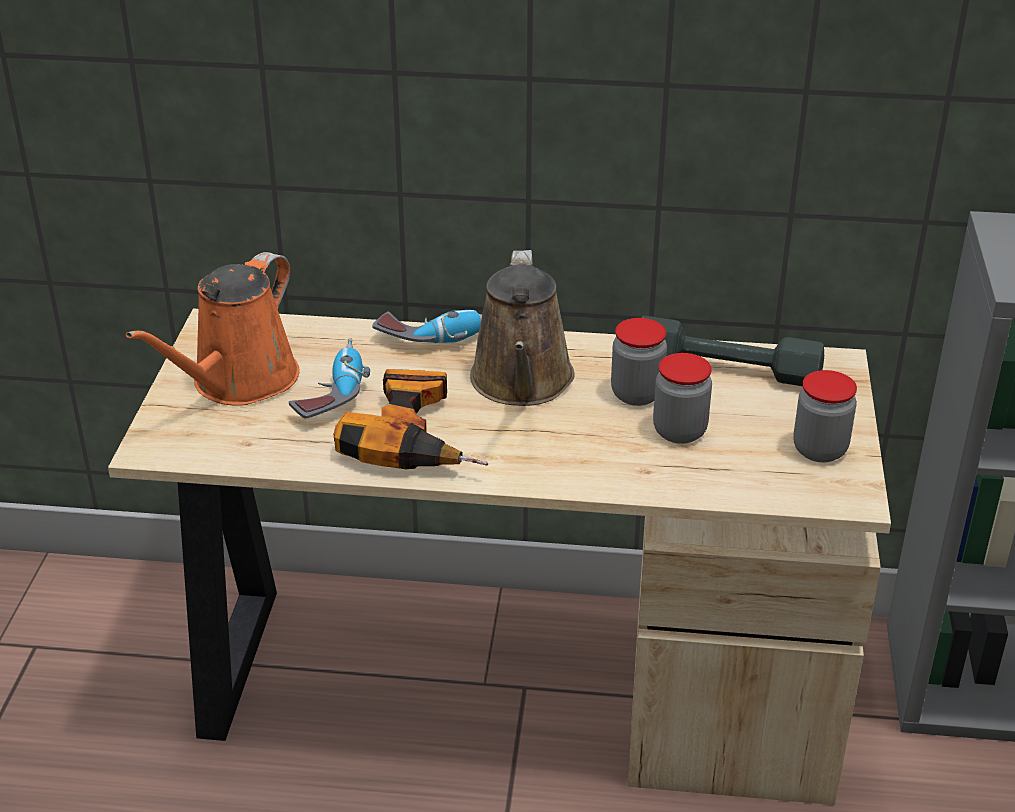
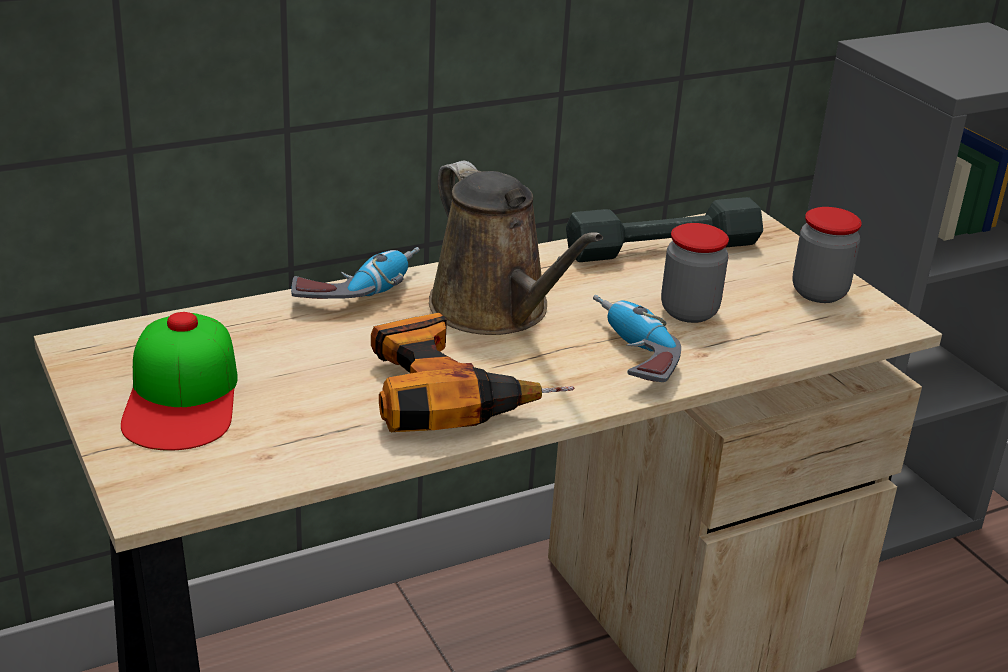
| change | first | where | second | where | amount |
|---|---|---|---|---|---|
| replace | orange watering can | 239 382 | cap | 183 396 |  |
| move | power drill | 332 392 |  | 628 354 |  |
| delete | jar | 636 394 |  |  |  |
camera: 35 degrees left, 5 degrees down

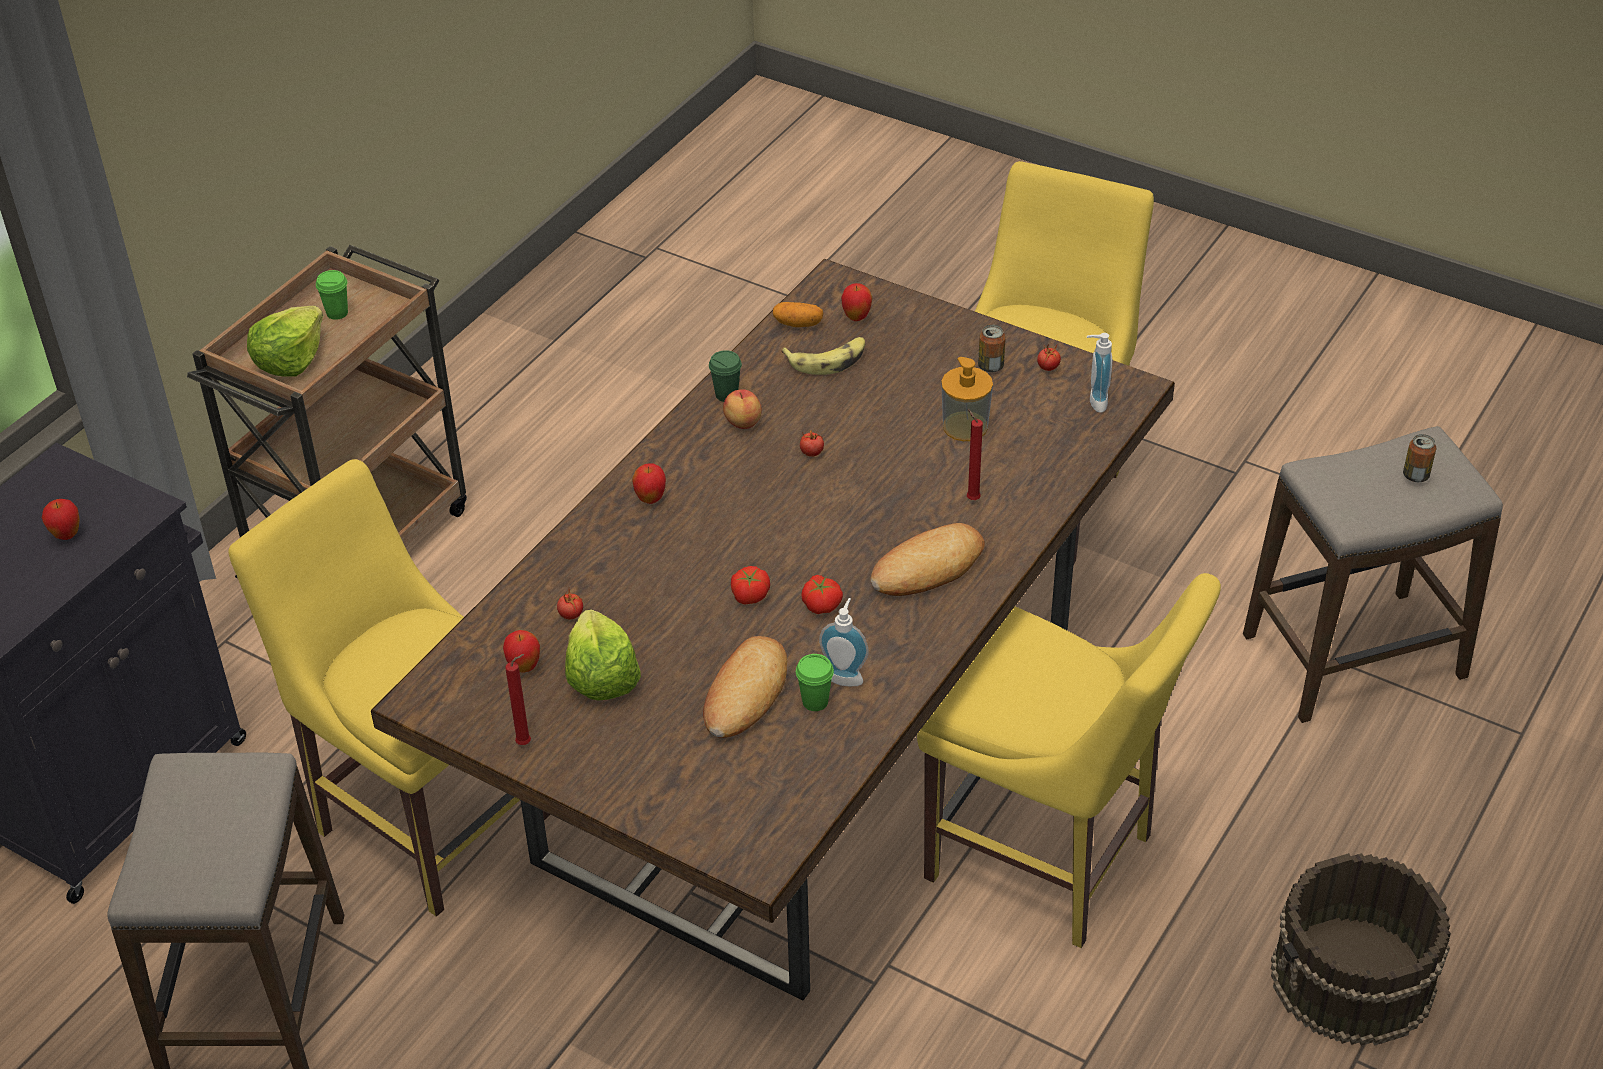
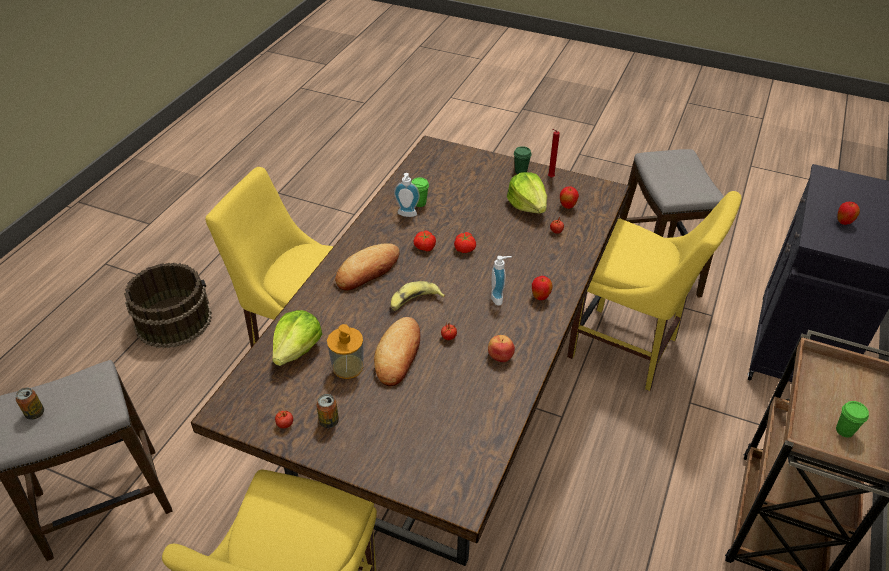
| change | first | where | second | where | amount |
|---|---|---|---|---|---|
| move | lettuce | 290 359 |  | 297 350 |  |
| move | bread | 745 694 |  | 398 355 |  |
| move | banana | 828 360 |  | 414 301 |  |
| move | soap dispenser | 1094 401 |  | 499 297 |  |
| move | green cup | 726 395 |  | 521 171 |  |
| delete | potato | 798 324 |  |  |  |
| delete | apple | 856 317 |  |  |  |
| delete | red candle | 971 498 |  |  |  |
camera: 170 degrees right, 0 degrees up

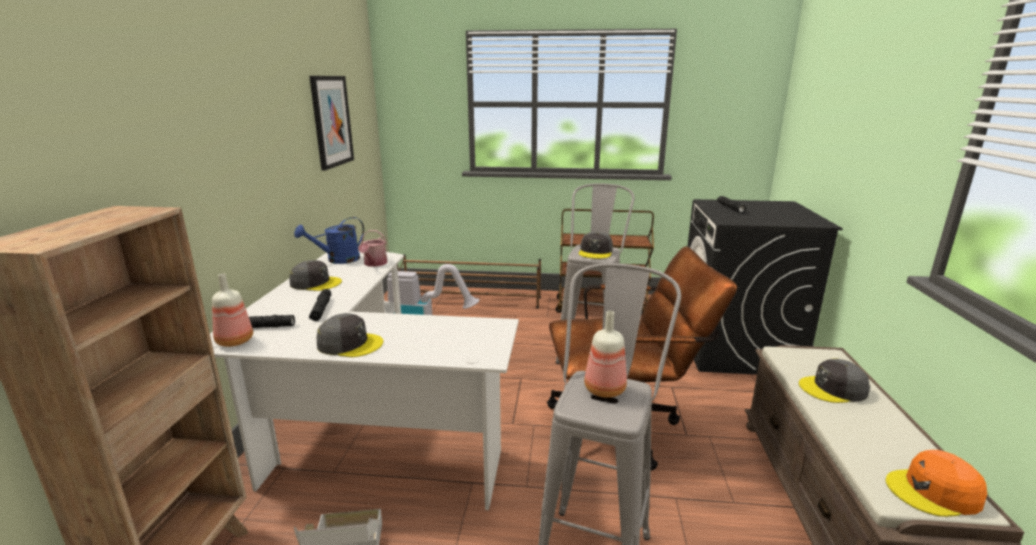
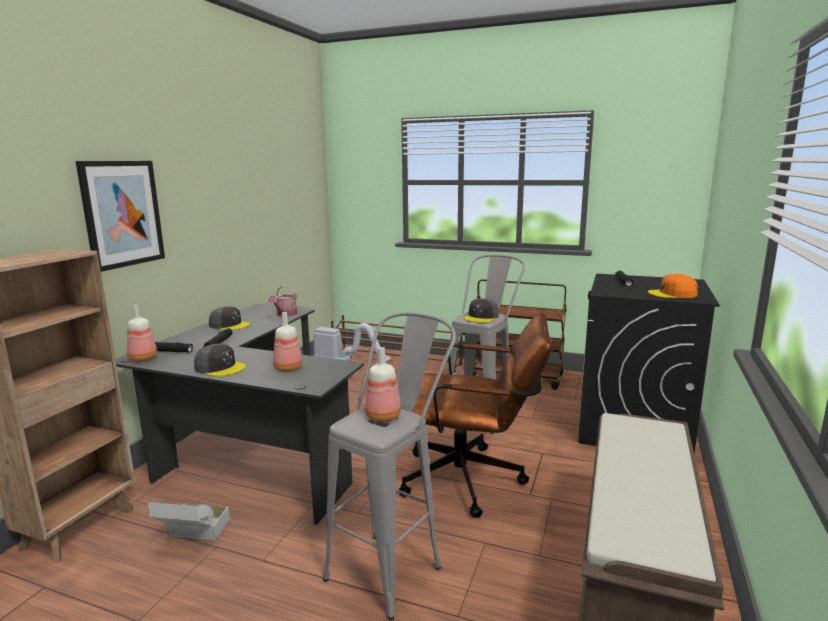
| change | first | where | second | where | amount |
|---|---|---|---|---|---|
| move | picture | 331 121 |  | 122 214 |  |
| recolor | white desk | 363 428 | black desk | 252 450 |  |
| insert |  |  | bottle | 287 369 |  |
| move | orange cap | 934 492 |  | 672 294 |  |
| delete | blue watering can | 338 260 |  |  |  |
| delete | grey cap | 833 389 |  |  |  |
camera: 15 degrees right, 5 degrees down

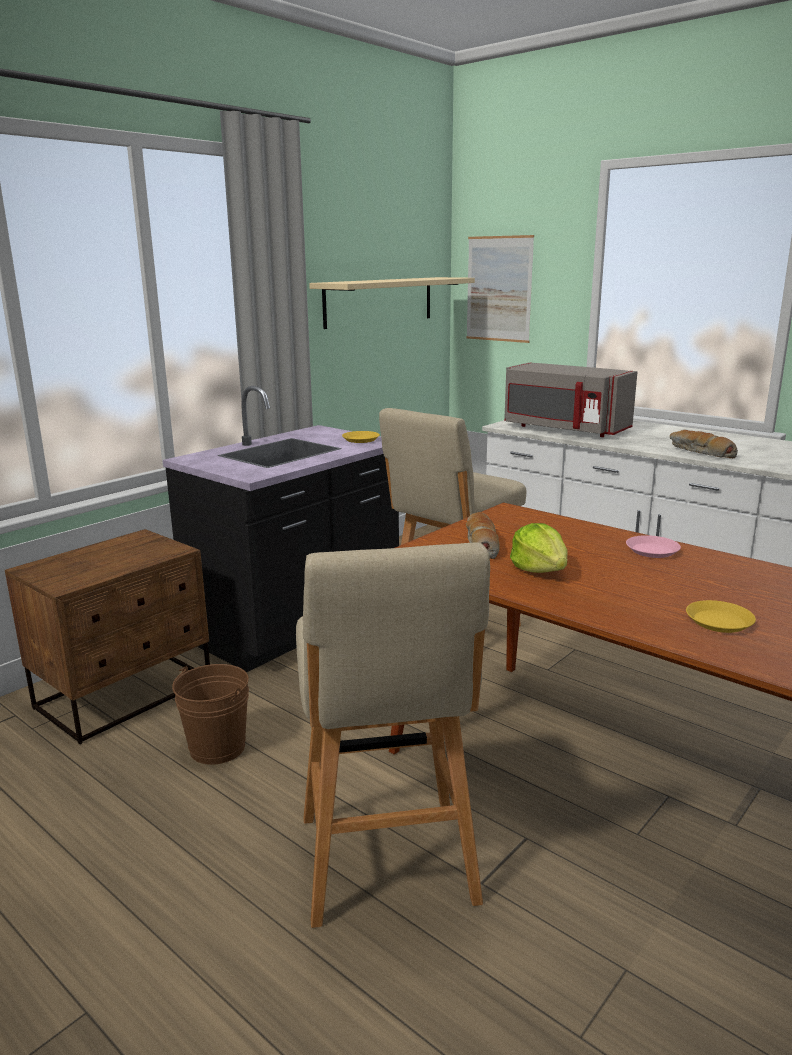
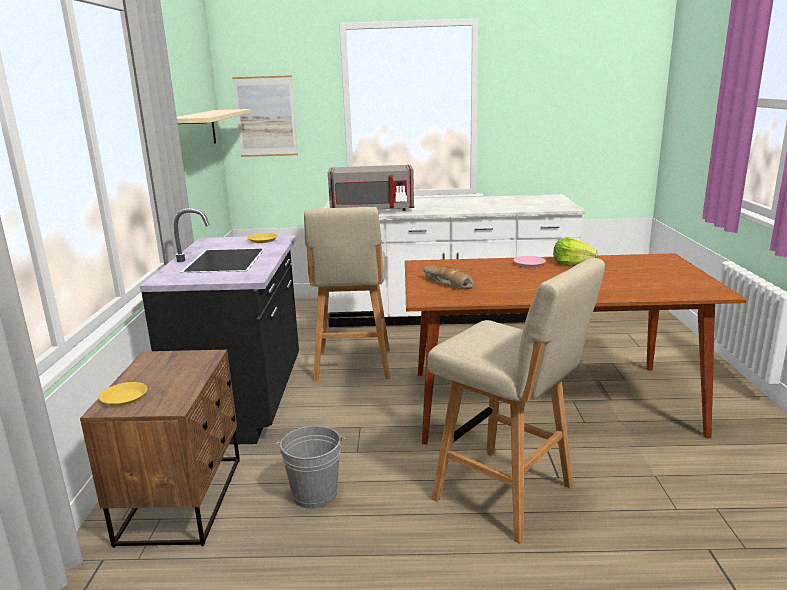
| change | first | where | second | where | amount |
|---|---|---|---|---|---|
| move | yellow plate | 719 621 |  | 124 397 |  |
| recolor | brown bucket | 217 748 | grey bucket | 314 494 |  |
| move | lettuce | 540 569 |  | 572 263 |  |
| delete | bread | 700 452 |  |  |  |
camera: 40 degrees left, 0 degrees up

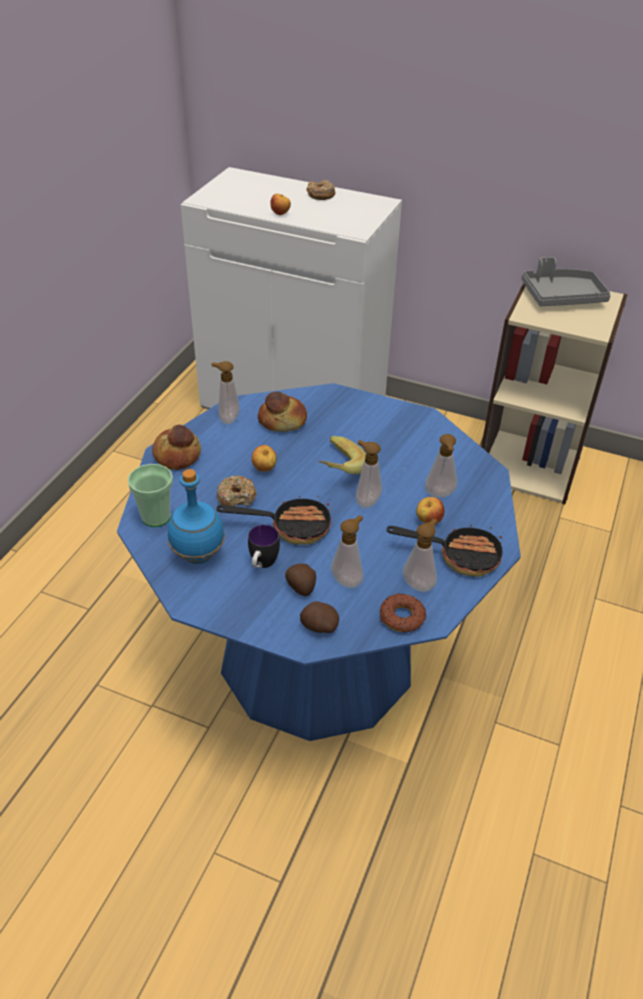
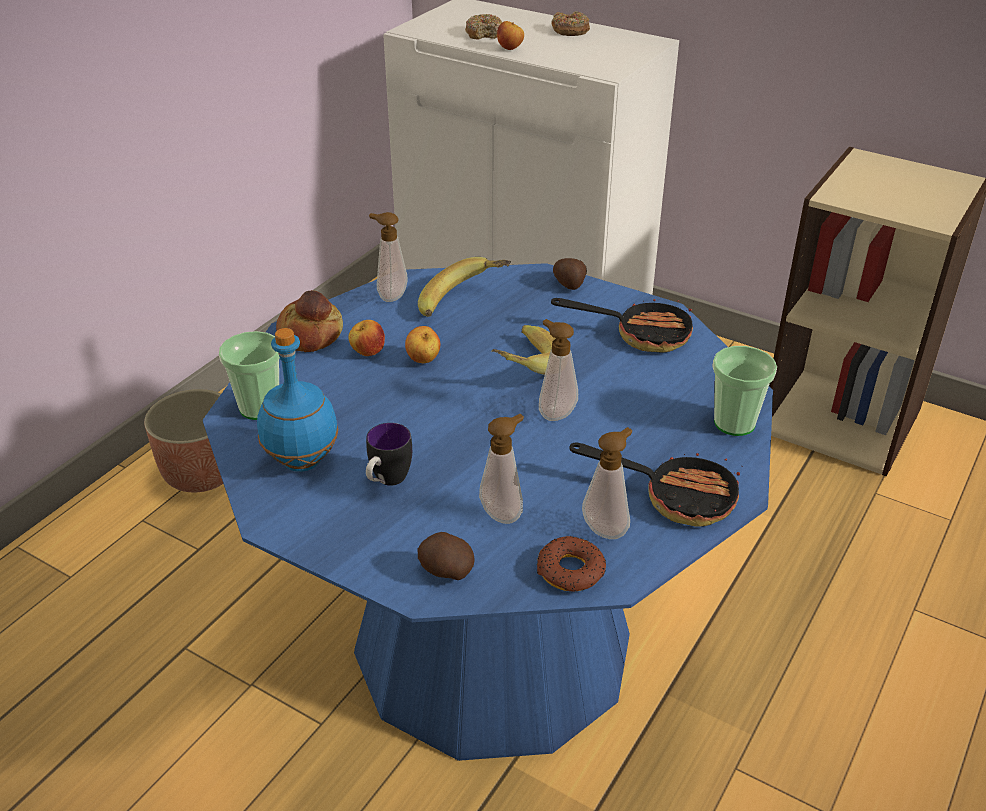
| change | first | where | second | where | amount |
|---|---|---|---|---|---|
| insert |  |  | planter | 202 473 |  |
| move | apple | 428 521 |  | 368 353 |  |
| replace | bread | 282 421 | banana | 464 304 |  |
| move | donut | 236 497 |  | 484 34 |  |
| move | frying pan | 291 526 |  | 641 334 |  |
| move | potato | 301 587 |  | 569 285 |  |
| insert |  |  | cup | 734 423 |  |
| delete | soap dispenser | 440 495 |  |  |  |
| delete | grey tray | 561 297 |  |  |  |
camera: 10 degrees right, 5 degrees down

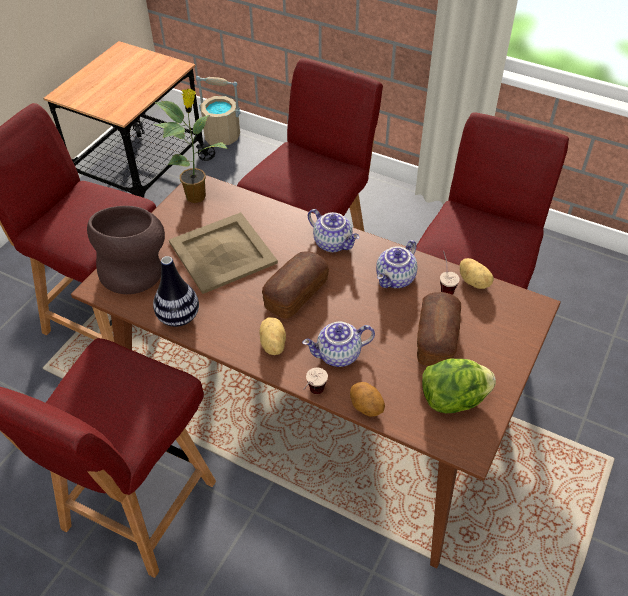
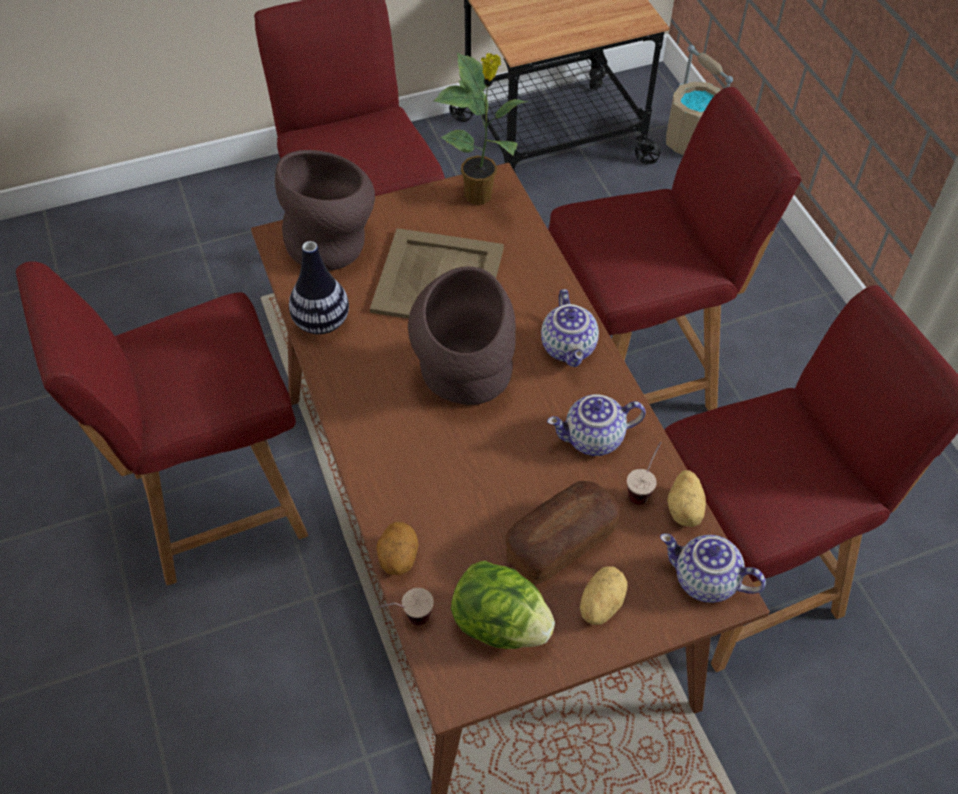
| change | first | where | second | where | amount |
|---|---|---|---|---|---|
| move | cup | 313 395 |  | 406 620 |  |
| replace | bread | 296 293 | brown vase | 464 378 |  |
| move | potato | 272 345 |  | 599 604 |  |
| move | teapot | 338 356 |  | 704 581 |  |
camera: 40 degrees right, 5 degrees up

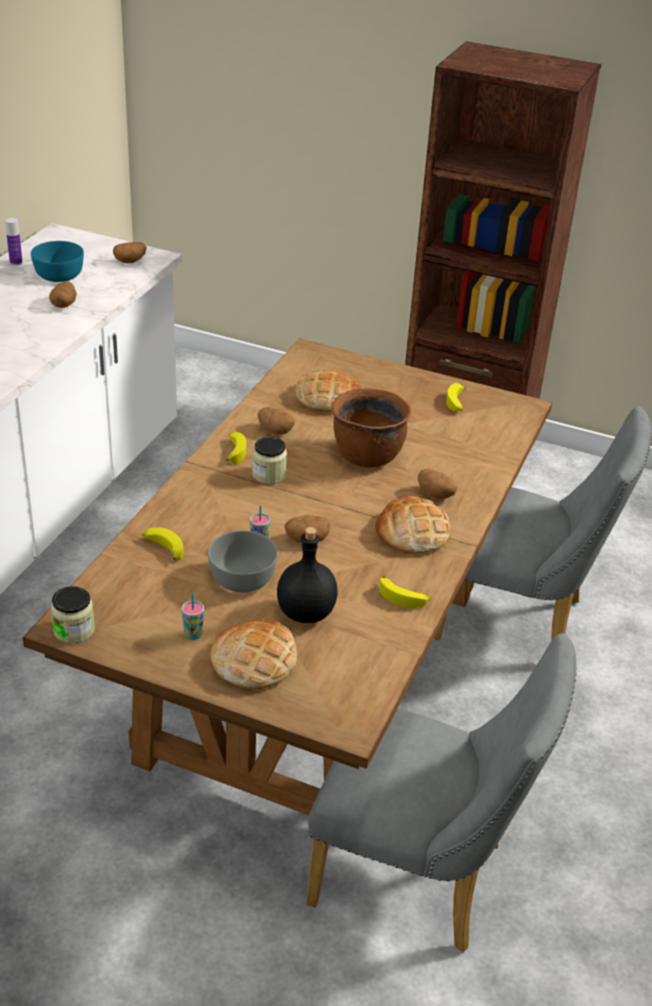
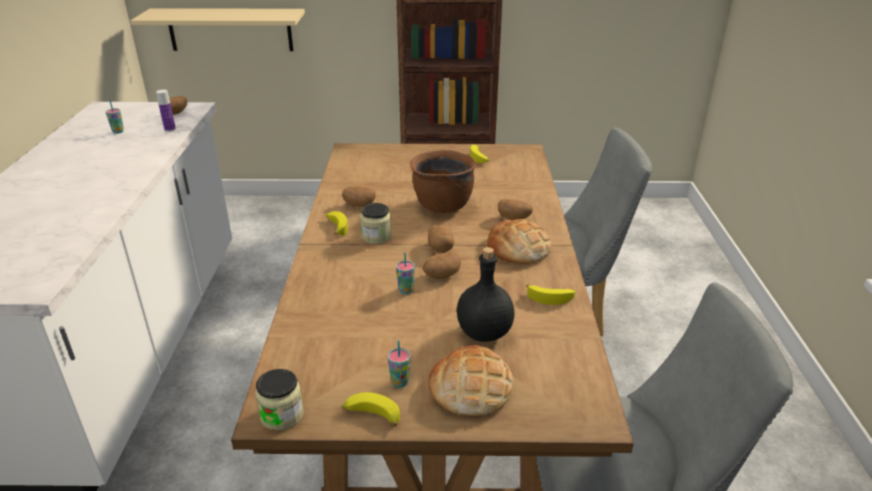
| change | first | where | second | where | amount |
|---|---|---|---|---|---|
| replace | turquoise bowl | 59 274 | cup | 118 132 |  |
| insert |  |  | beige shelf | 230 29 |  |
| move | bottle | 16 262 |  | 170 129 |  |
| move | banana | 163 548 |  | 371 415 |  |
| move | potato | 64 304 |  | 440 248 |  |
| delete | grey bowl | 242 578 |  |  |  |
| delete | bread | 327 397 |  |  |  |
camera: 20 degrees left, 5 degrees down

